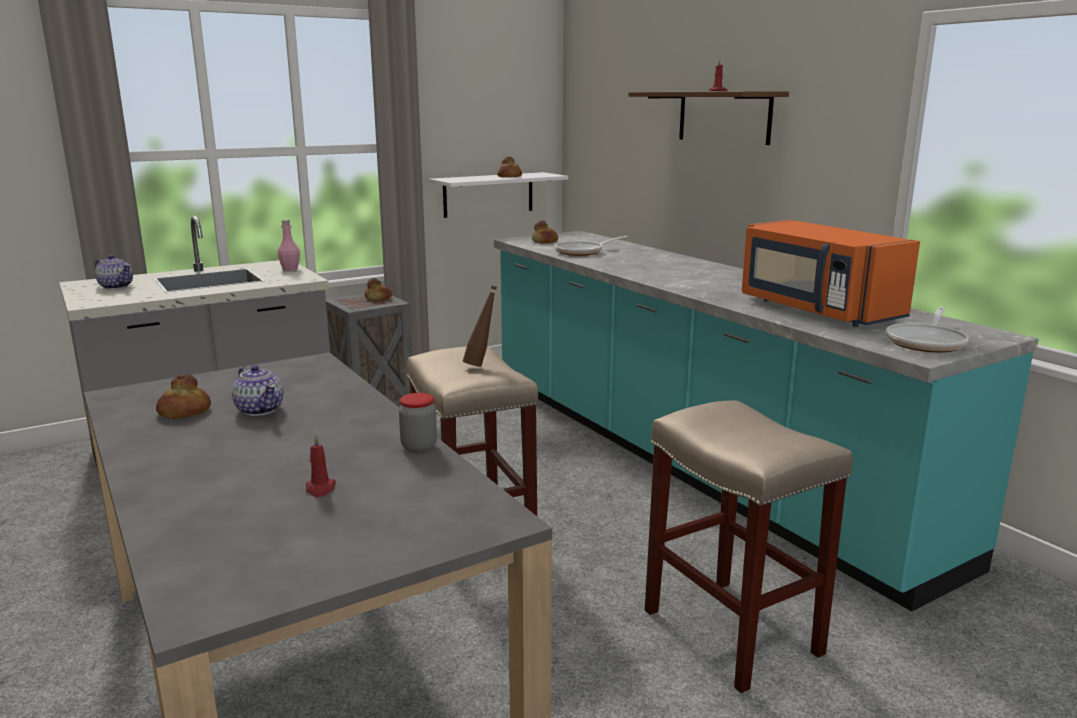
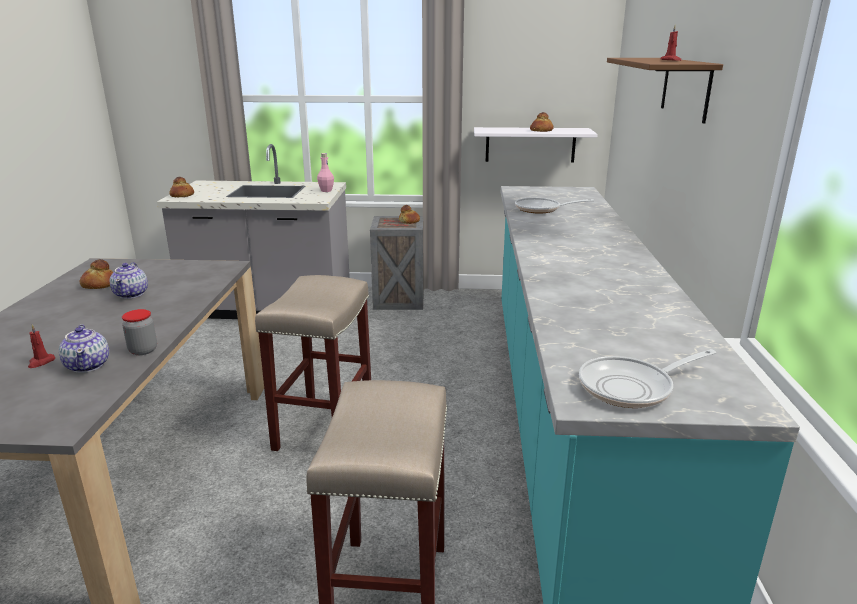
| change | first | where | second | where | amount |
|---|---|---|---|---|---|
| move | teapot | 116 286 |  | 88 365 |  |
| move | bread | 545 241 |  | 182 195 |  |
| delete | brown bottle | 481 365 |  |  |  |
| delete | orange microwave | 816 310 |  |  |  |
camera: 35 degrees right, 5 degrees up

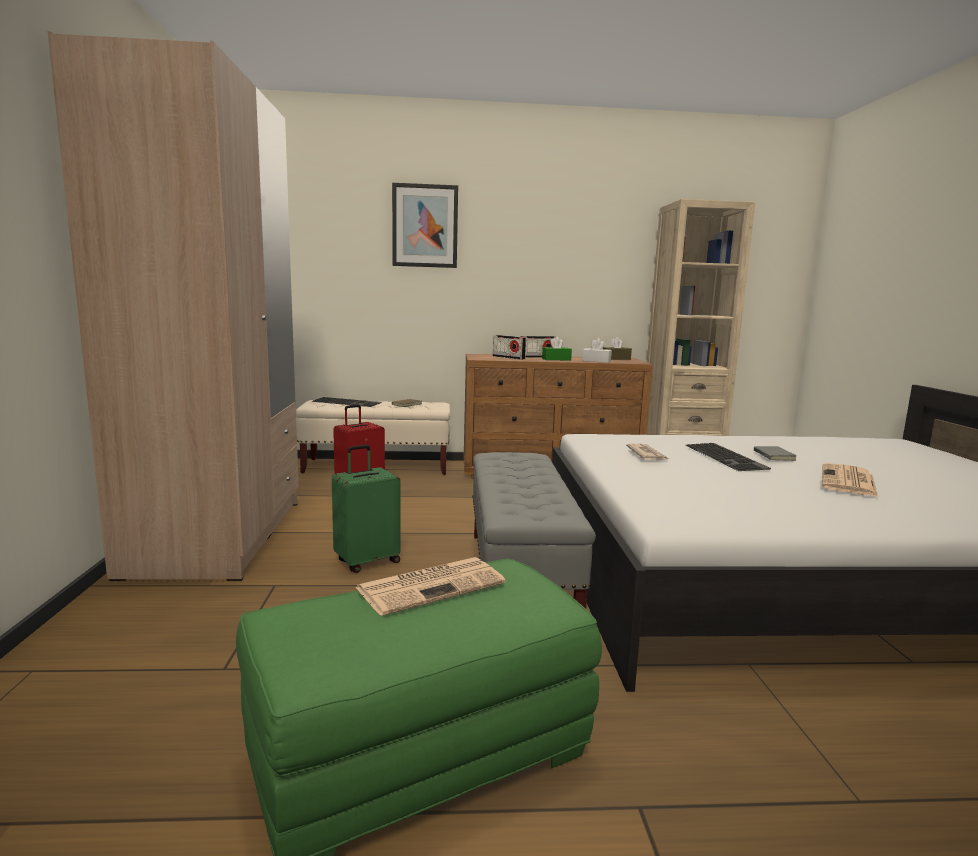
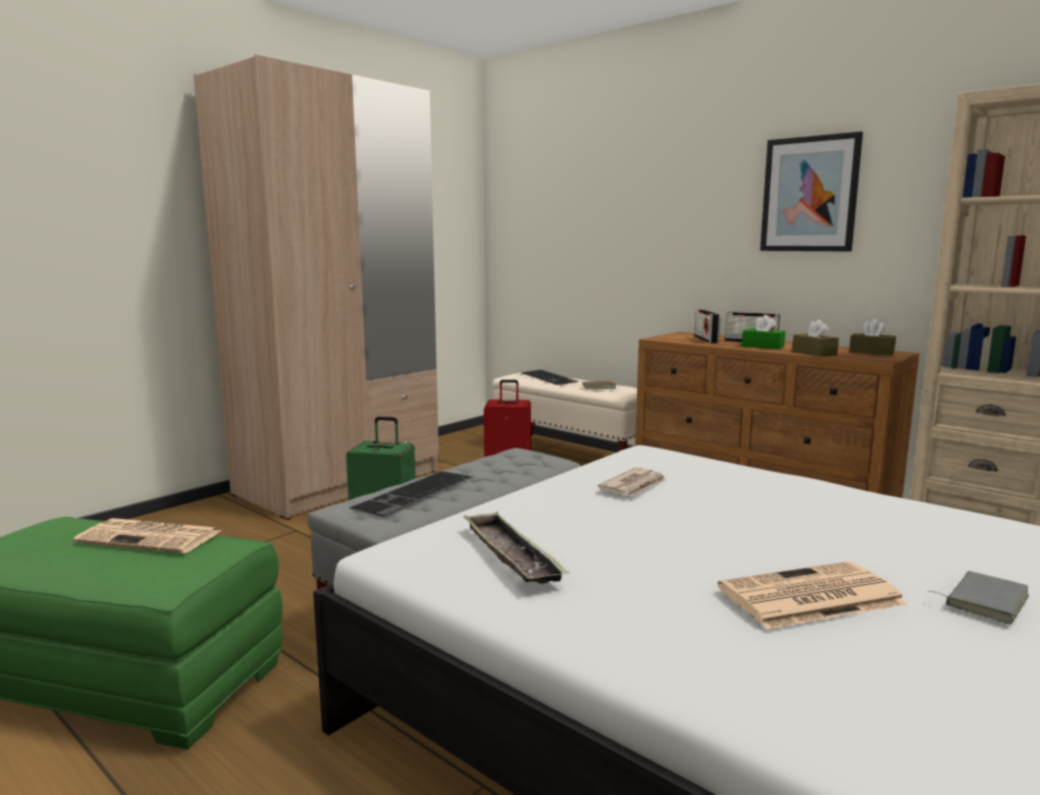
| change | first | where | second | where | amount |
|---|---|---|---|---|---|
| move | keyboard | 727 457 |  | 416 494 |  |
| insert |  |  | tray | 511 555 |  |
| move | picture | 425 226 |  | 809 194 |  |
| recolor | white tissue box | 596 361 | brown tissue box | 814 353 |  |
| move | grey book | 772 456 |  | 983 600 |  |
camera: 45 degrees right, 0 degrees up

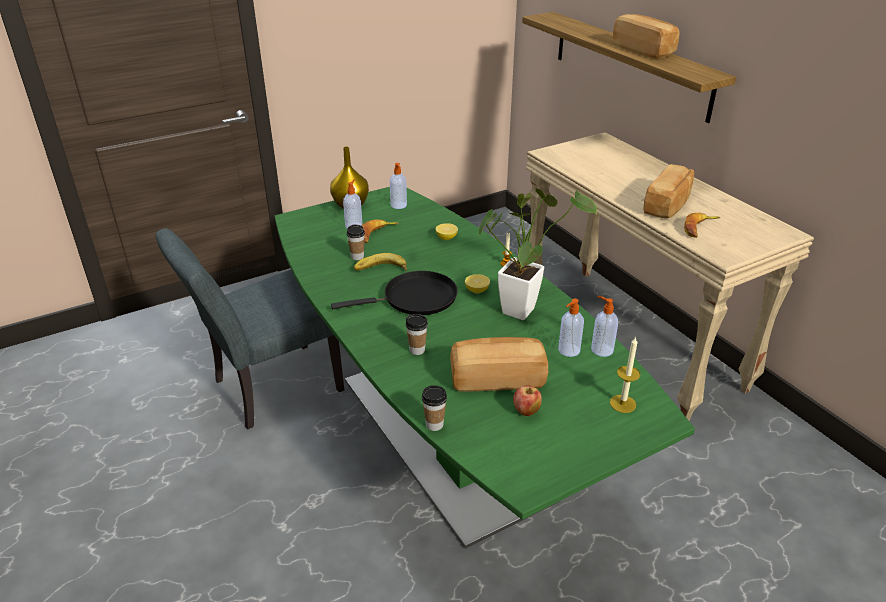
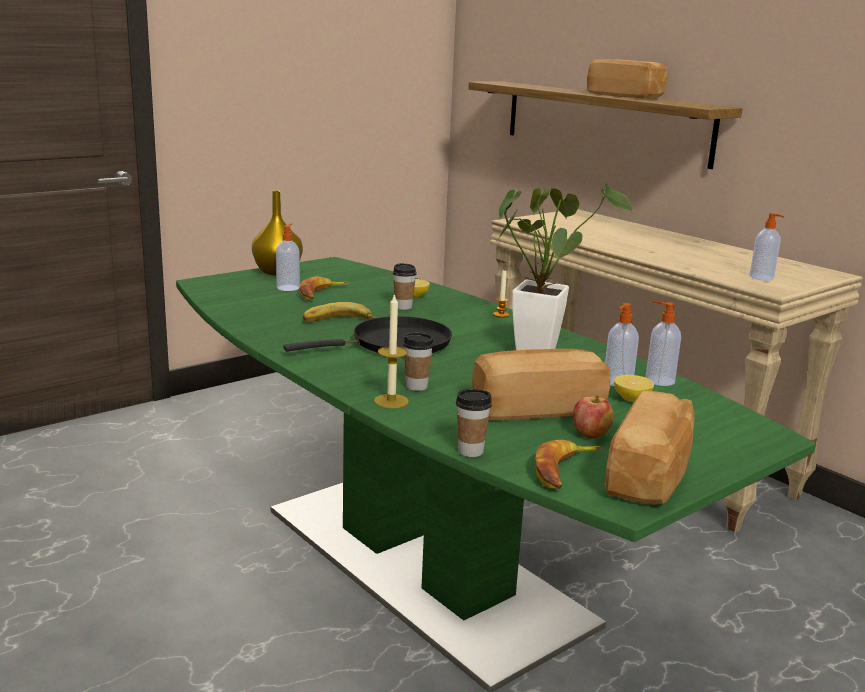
| change | first | where | second | where | amount |
|---|---|---|---|---|---|
| move | candle | 622 403 |  | 391 401 |  |
| move | cup | 357 257 |  | 403 307 |  |
| move | banana | 699 228 |  | 565 471 |  |
| move | bread | 668 205 |  | 651 475 |  |
| move | lemon | 477 290 |  | 631 399 |  |
| move | soap dispenser | 399 205 |  | 762 277 |  |
| delete | grey chair | 268 389 |  |  |  |
camera: 10 degrees left, 15 degrees down

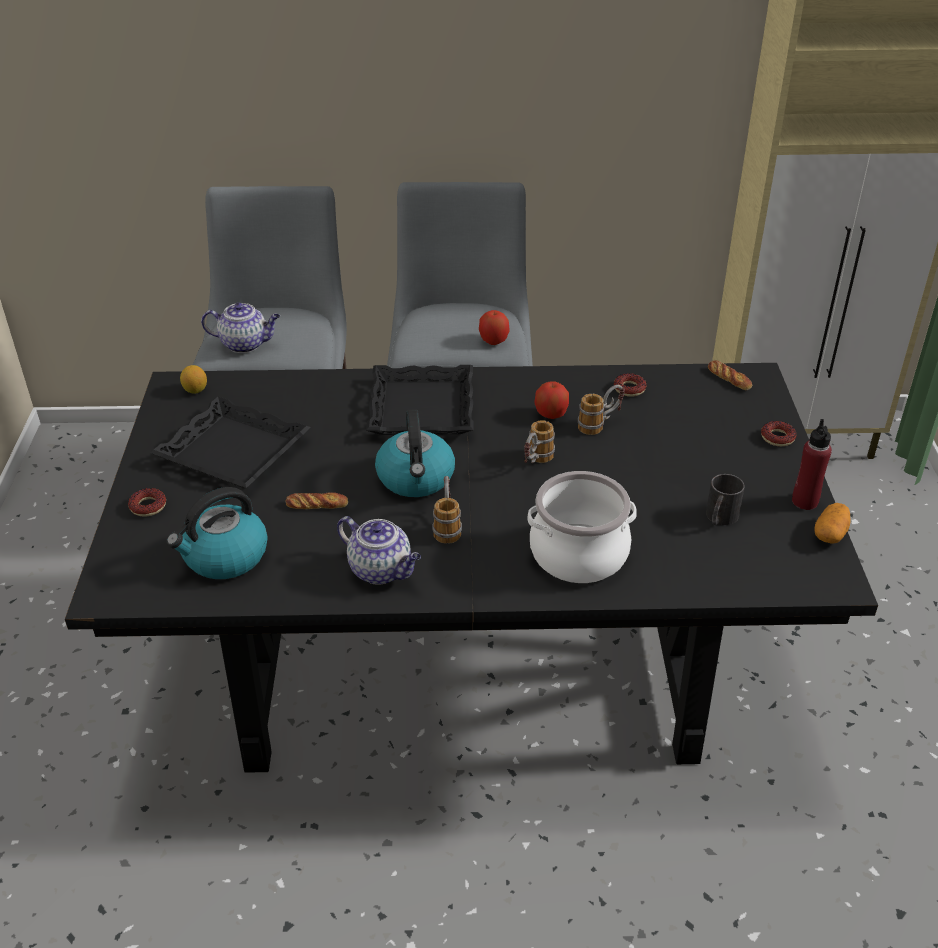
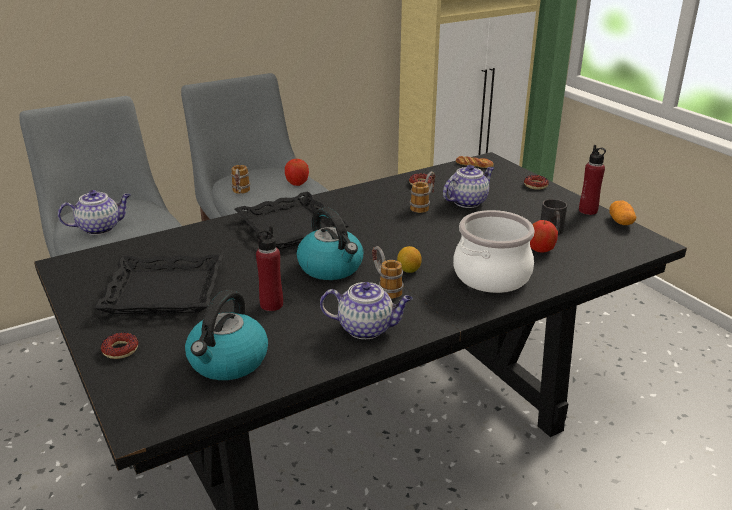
| change | first | where | second | where | amount |
|---|---|---|---|---|---|
| move | mug | 535 462 |  | 240 193 |  |
| replace | bread | 317 505 | red bottle | 271 305 |  |
| move | lemon | 195 390 |  | 409 270 |  |
| insert |  |  | teapot | 467 202 |  |
| move | apple | 551 414 |  | 540 250 |  |
camera: 30 degrees left, 10 degrees down

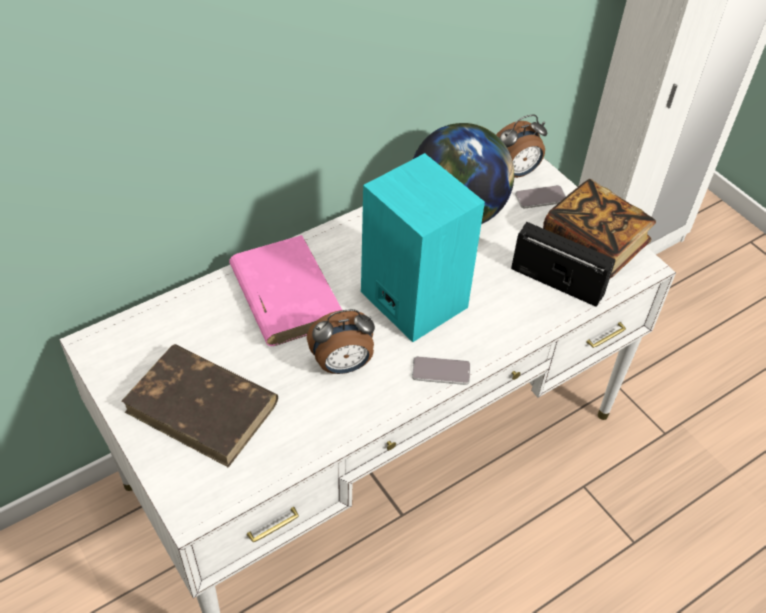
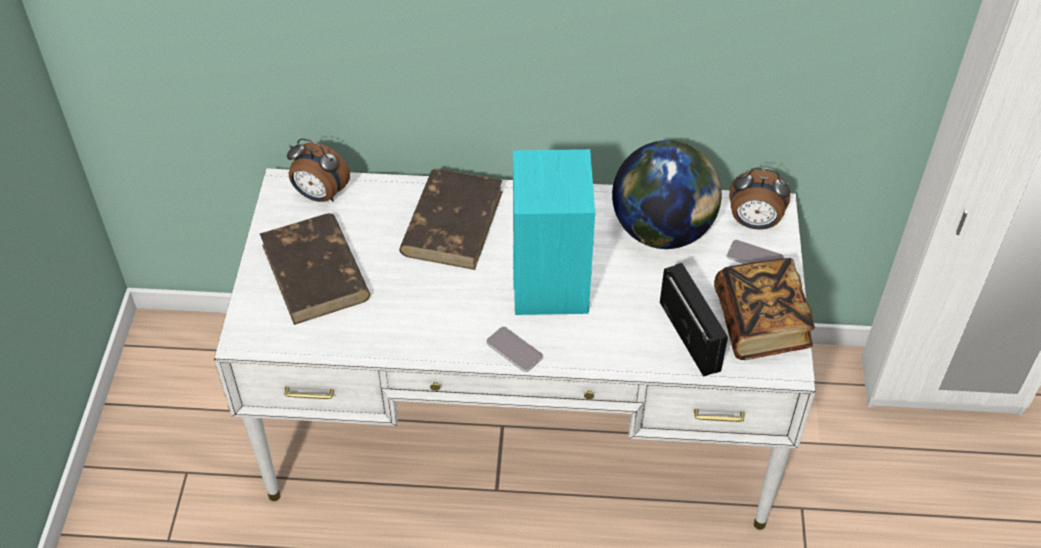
| change | first | where | second | where | amount |
|---|---|---|---|---|---|
| move | alarm clock | 343 365 |  | 320 195 |  |
| recolor | pink book | 285 294 | brown book | 452 222 |  |
camera: 40 degrees right, 0 degrees up

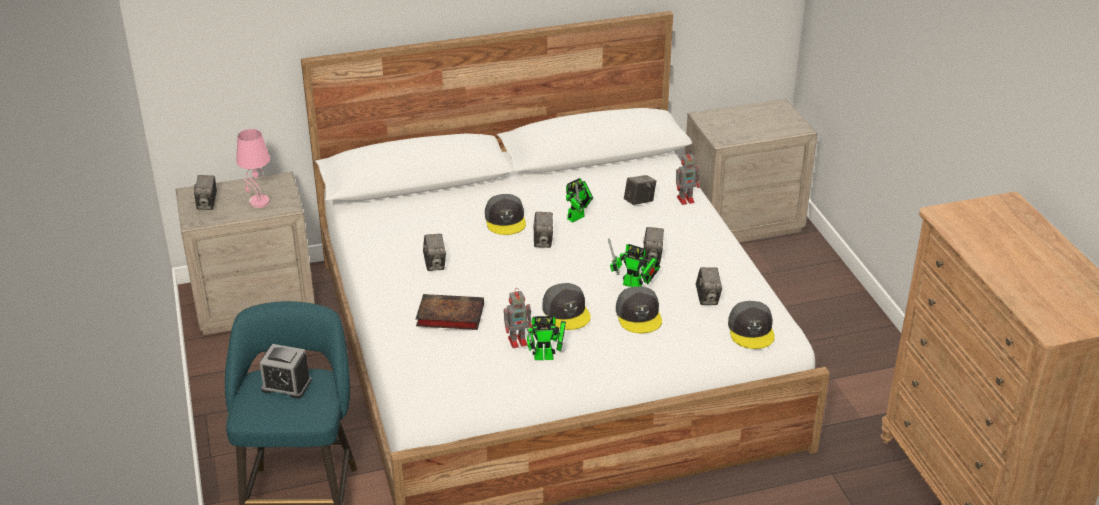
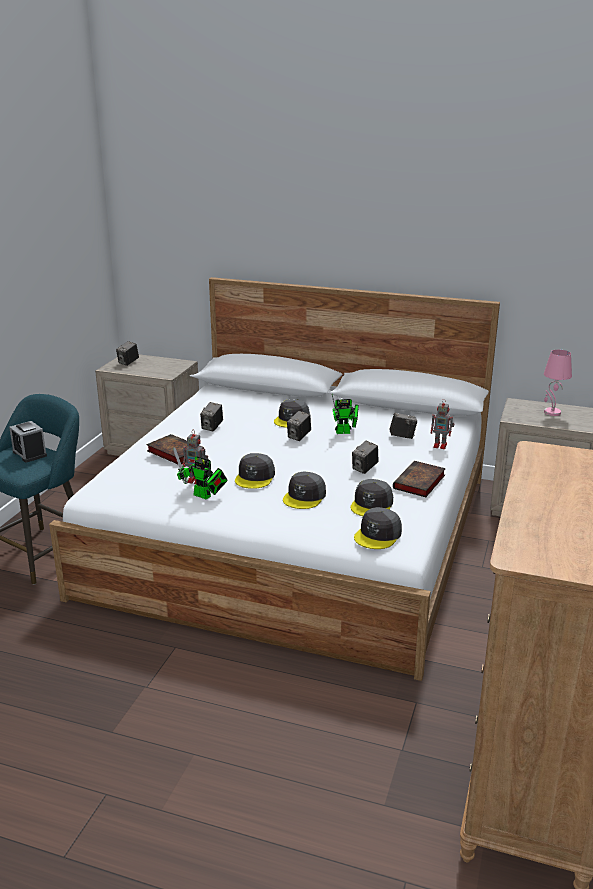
| change | first | where | second | where | amount |
|---|---|---|---|---|---|
| replace | photo camera | 707 298 | grey cap | 372 504 |  |
| insert |  |  | book | 419 483 |  |
| move | pink table lamp | 258 202 |  | 551 412 |  |
| delete | toy robot | 635 285 |  |  |  |
camera: 35 degrees right, 10 degrees down

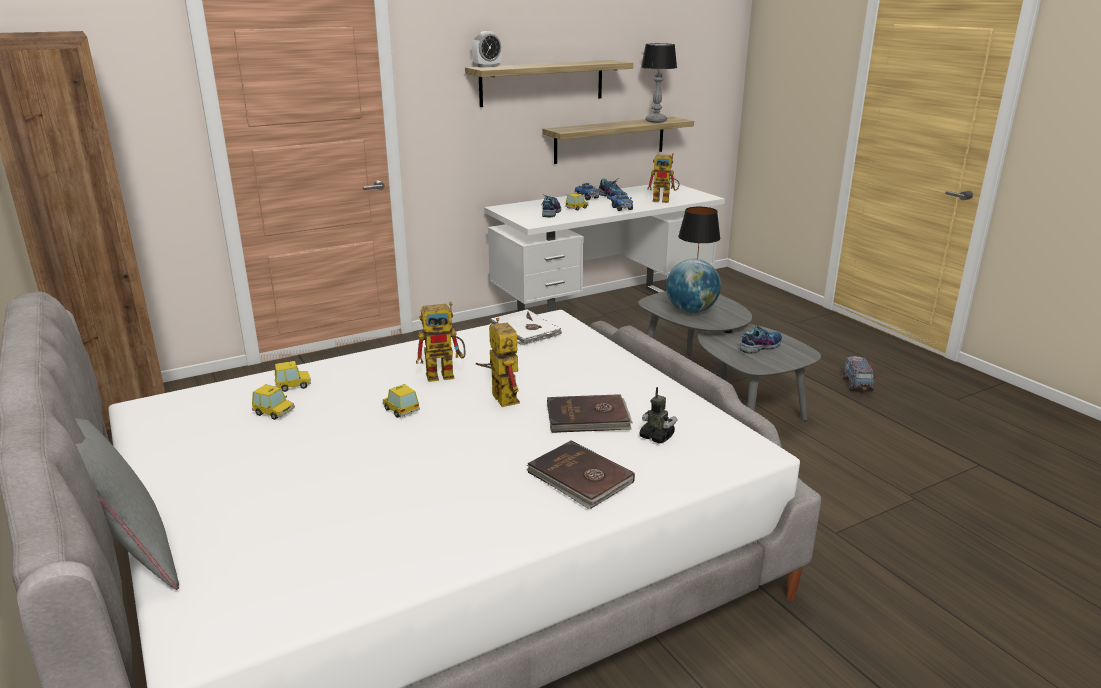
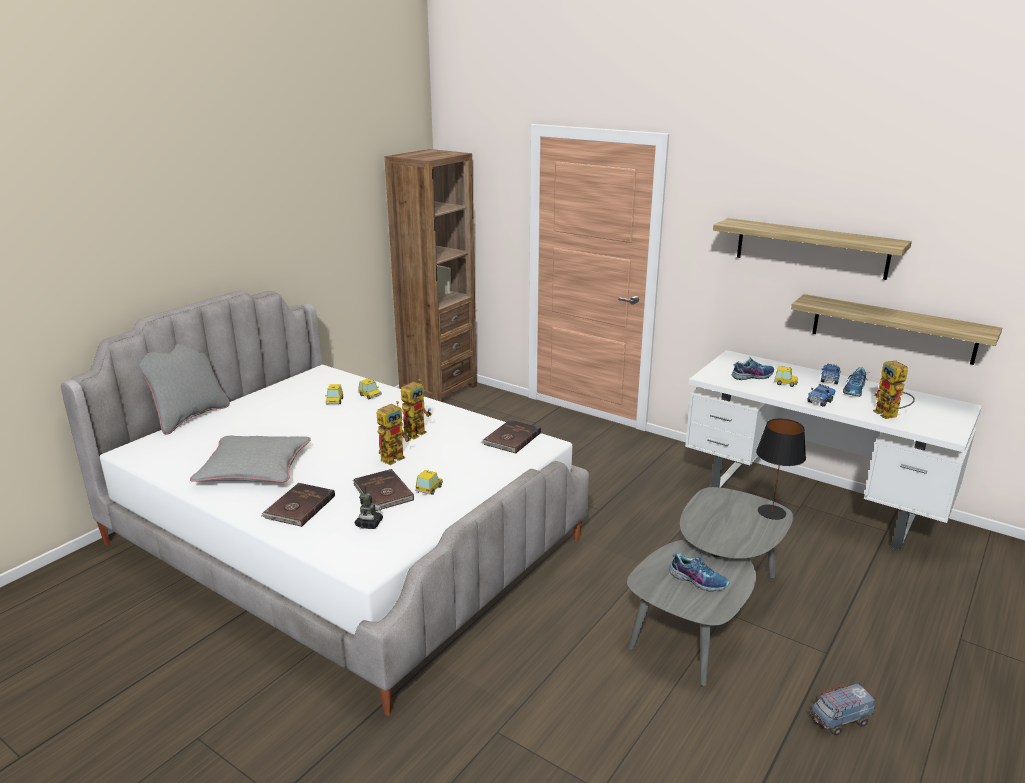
| change | first | where | second | where | amount |
|---|---|---|---|---|---|
| insert |  |  | grey pillow | 254 468 |  |
| rotate | toy robot | 446 374 |  | 416 431 | 105 degrees counterclockwise |
| move | toy car | 401 410 |  | 429 489 |  |
| recolor | white book | 524 331 | brown book | 511 439 |  |
| delete | alarm clock | 487 66 |  |  |  |
| delete | table lamp | 655 121 |  |  |  |
| delete | globe | 691 311 |  |  |  |
camera: 65 degrees right, 0 degrees up

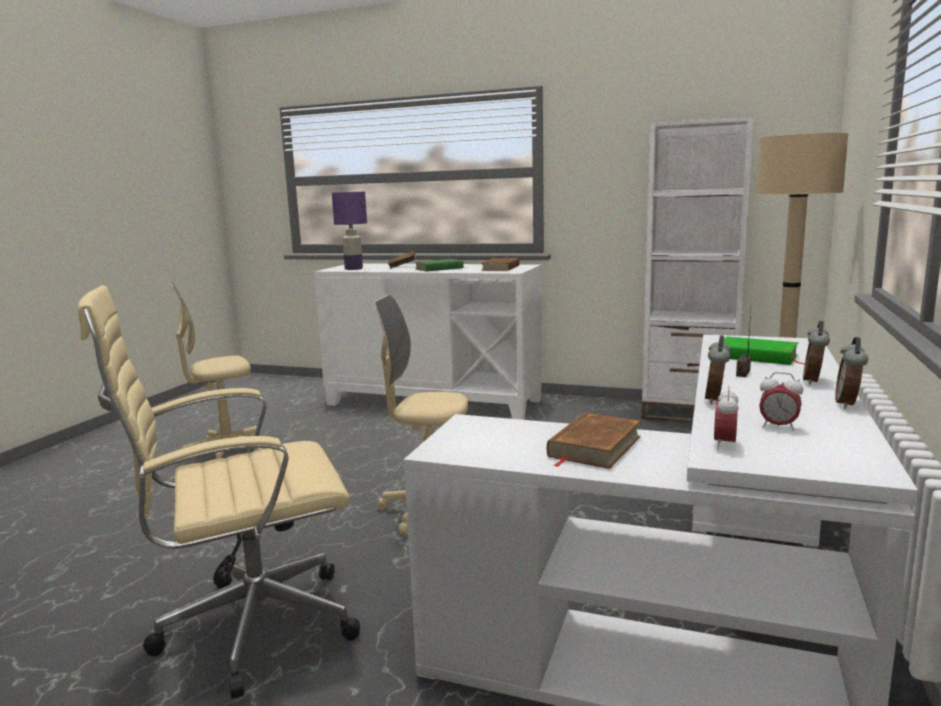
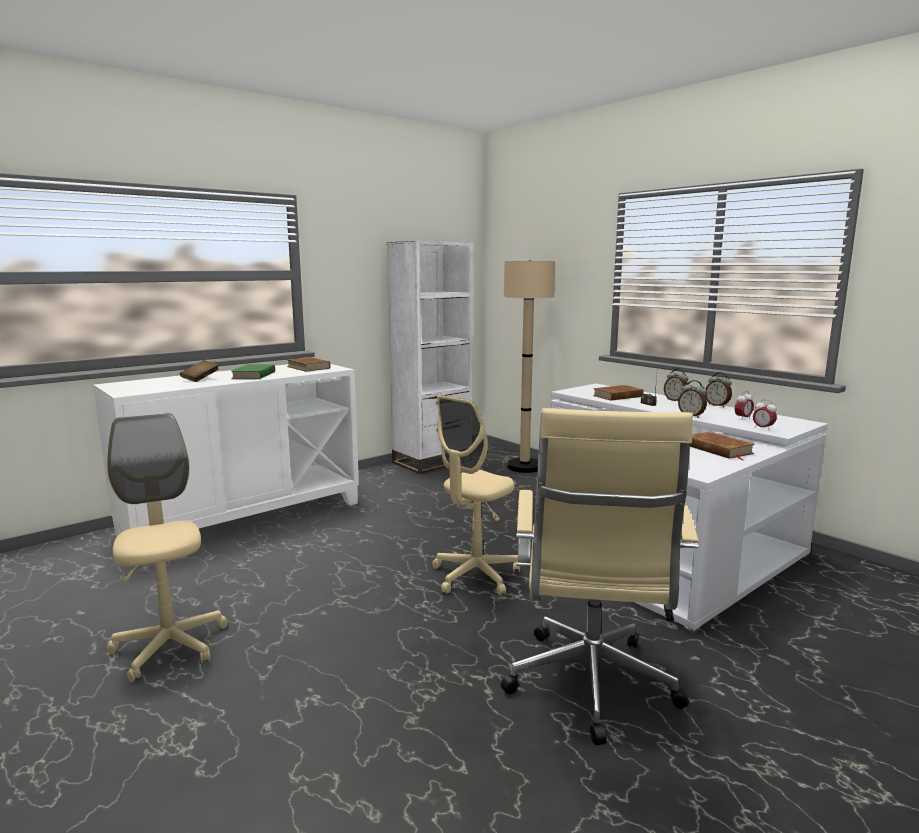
| change | first | where | second | where | amount |
|---|---|---|---|---|---|
| rotate | beige office chair | 226 453 |  | 170 646 | 150 degrees clockwise |
| recolor | green book | 756 356 | brown book | 618 396 |  |
| delete | purple table lamp | 353 269 |  |  |  |
camera: 60 degrees left, 0 degrees up

